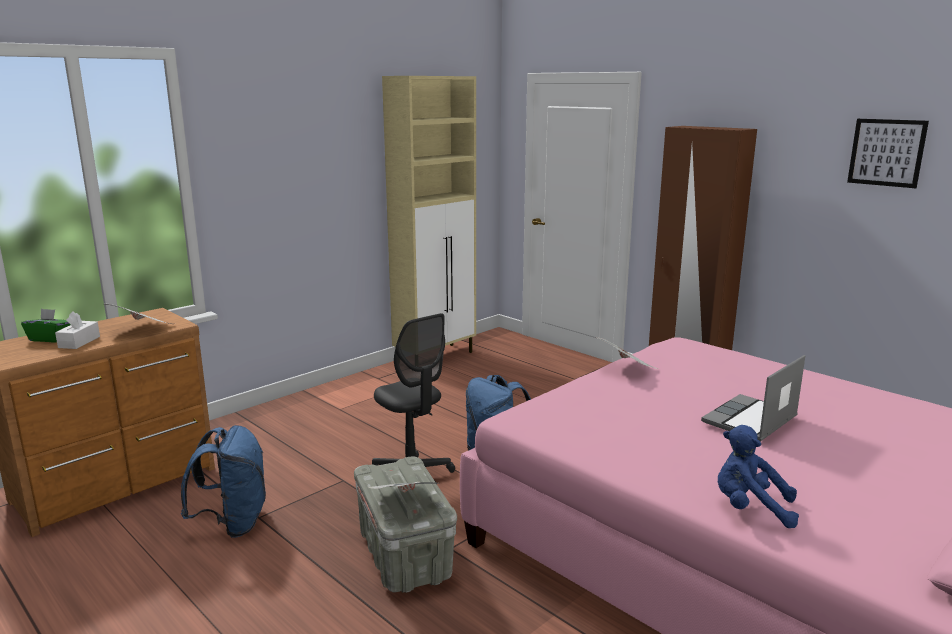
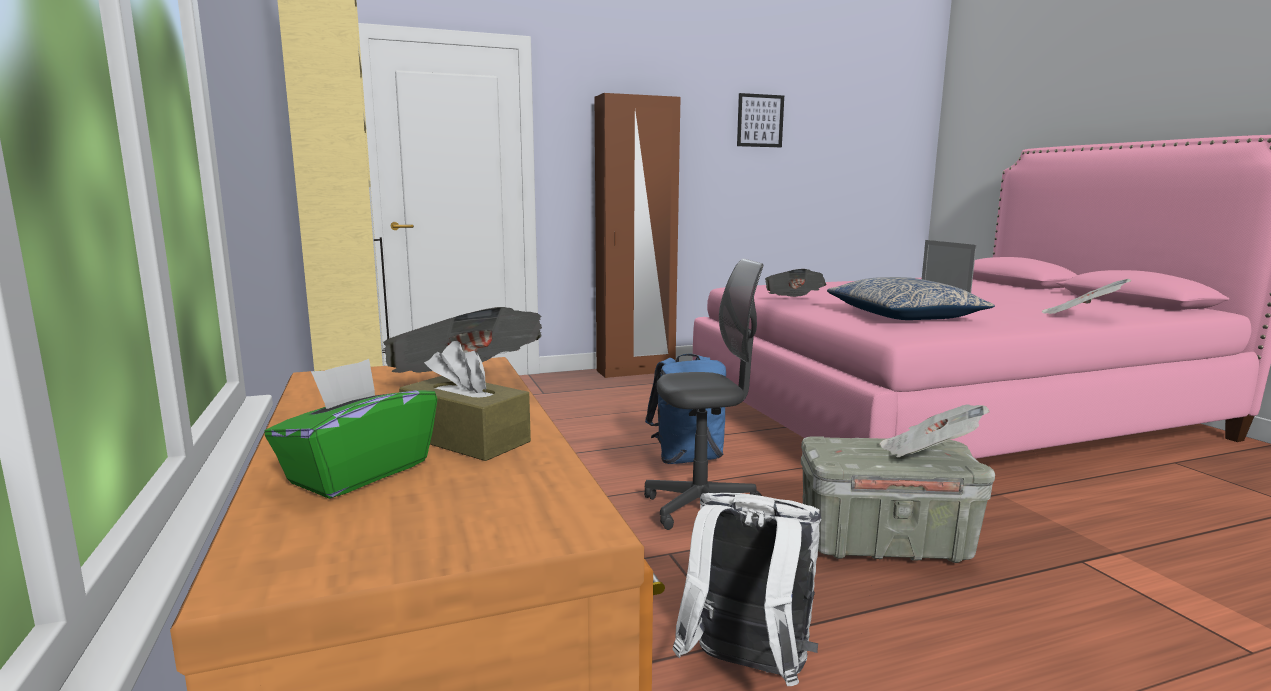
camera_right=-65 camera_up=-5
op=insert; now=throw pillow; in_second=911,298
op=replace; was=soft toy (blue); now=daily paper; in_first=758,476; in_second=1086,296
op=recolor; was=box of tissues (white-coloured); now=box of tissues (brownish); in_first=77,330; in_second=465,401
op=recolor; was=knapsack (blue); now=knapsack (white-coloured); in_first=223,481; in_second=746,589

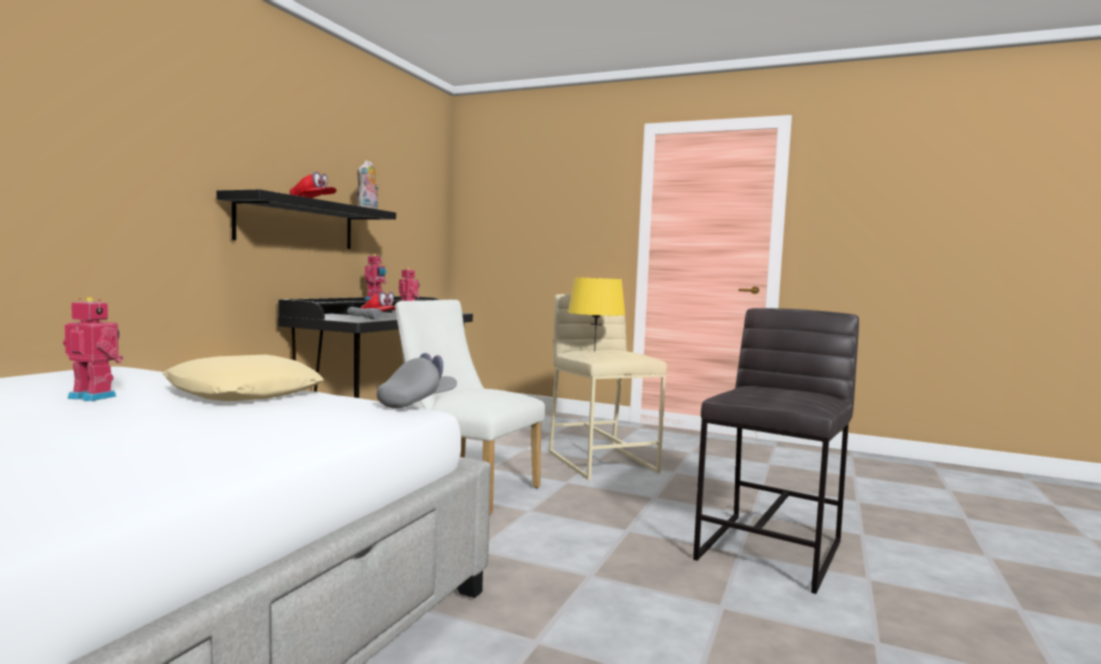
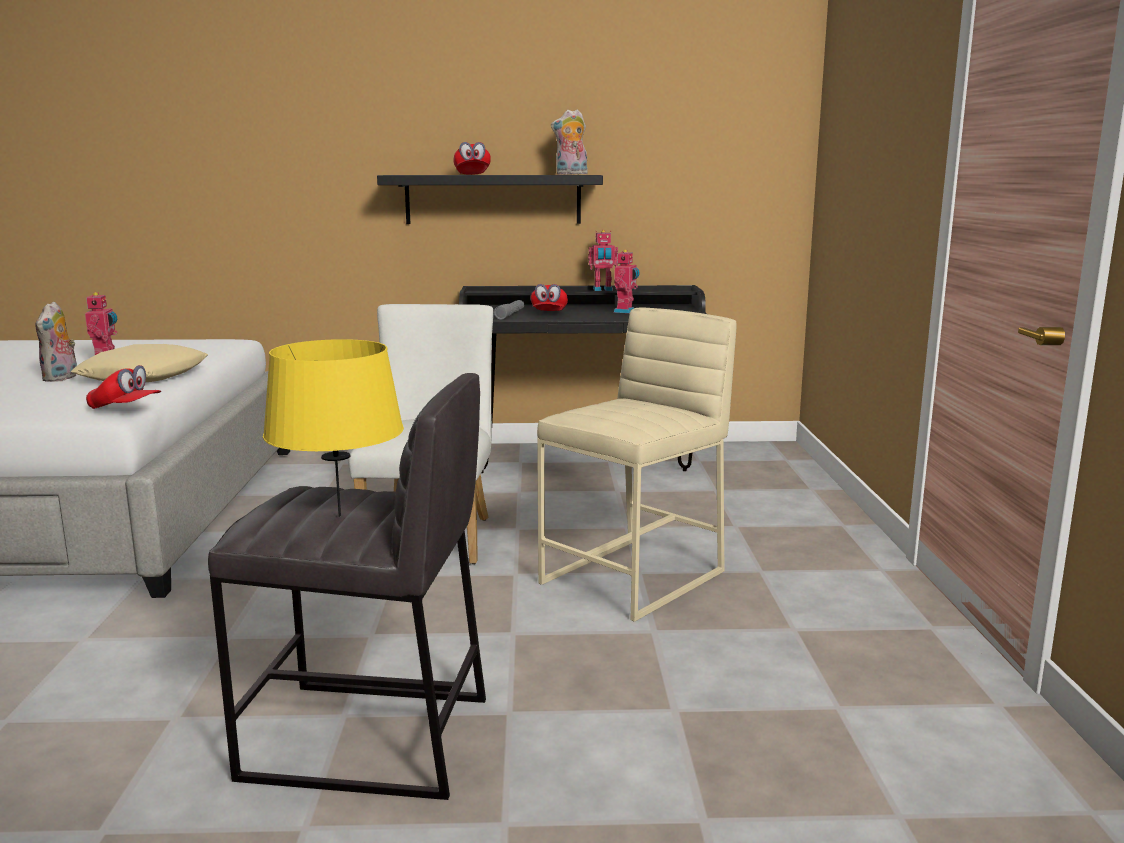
camera_right=65 camera_up=10
op=insert; now=soft toy; in_second=56,341
op=move; was=lamp for a table (yellow-coloured); in_first=597,314; in_second=333,428
op=recolor; was=baseball cap (greyish); now=baseball cap (red); in_first=417,380; in_second=123,387

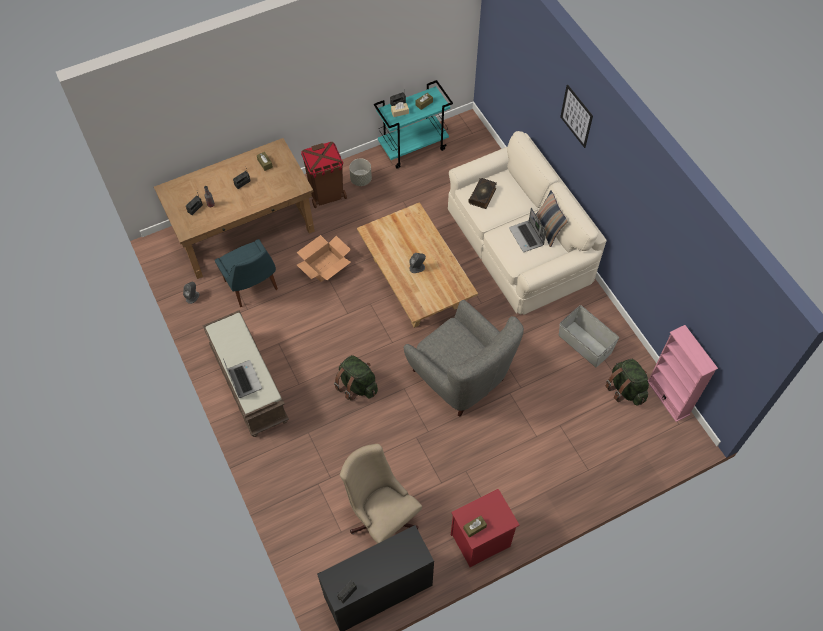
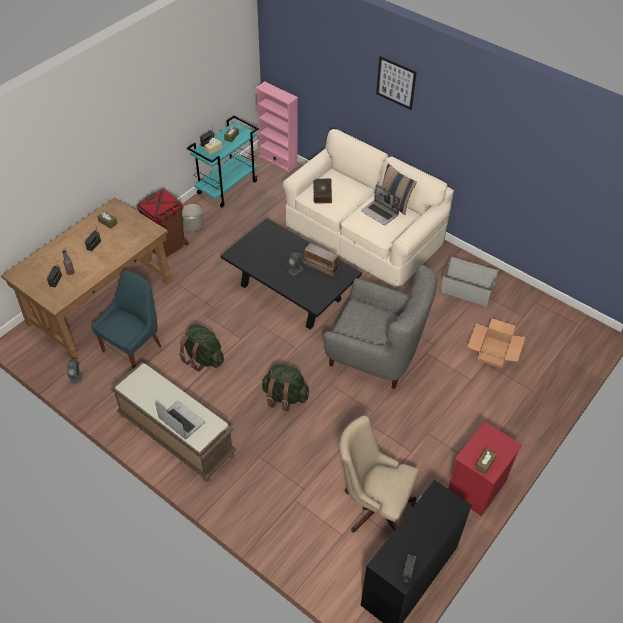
camera_right=-25 camera_up=-10
op=insert; now=radio; in_second=320,259
op=move; was=cardboard box; in_first=324,258; in_second=496,343
op=move; was=knapsack (green-coloured); in_first=627,382; in_second=201,347
op=move; was=bookshelf (pinkish); in_first=683,373; in_second=276,127
op=recolor; was=coffee table (beige-coloured); now=coffee table (black); in_first=417,265; in_second=291,273
op=rotate; was=chair (blue); in_first=246,273; in_second=126,319; clockwise=-90

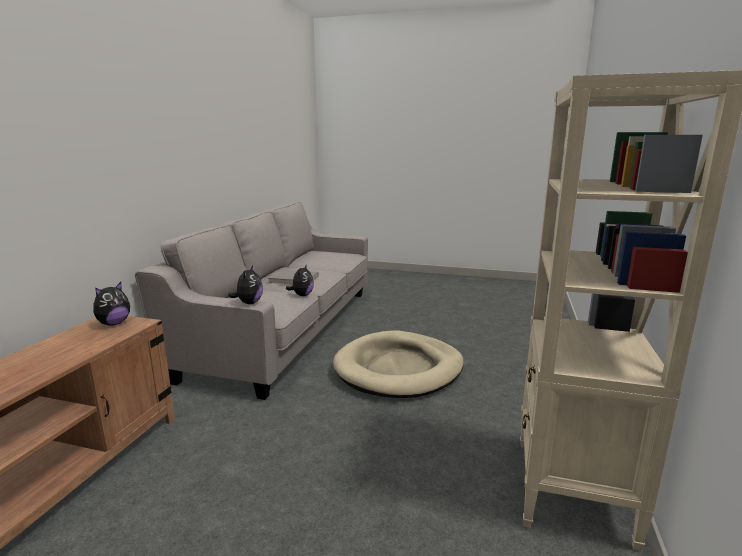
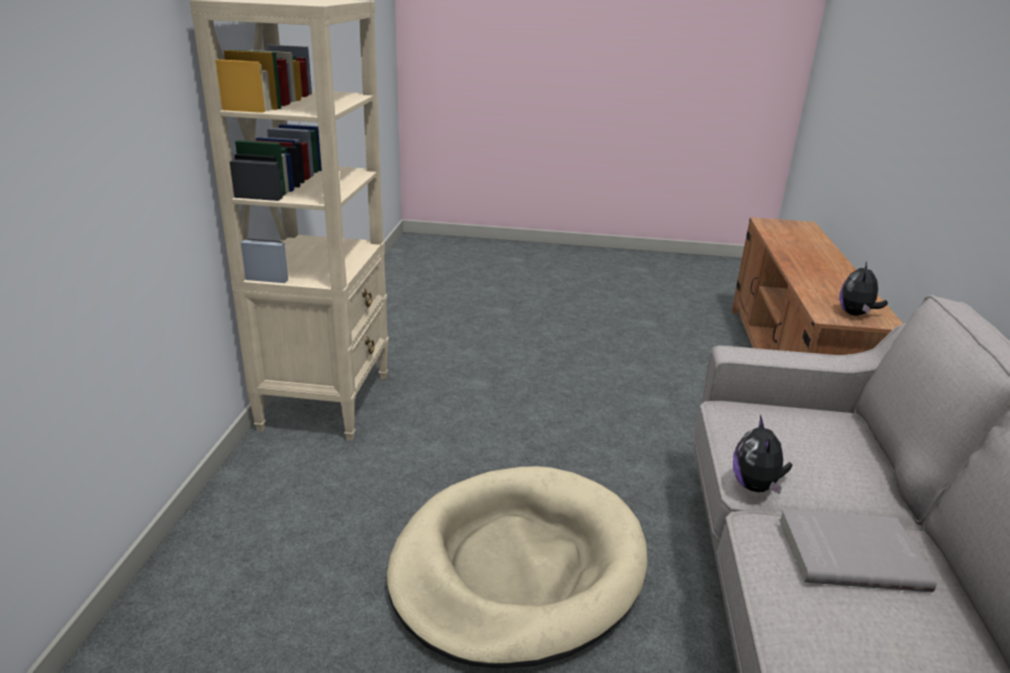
camera_right=170 camera_up=10
op=delete; was=soft toy; in_first=245,284

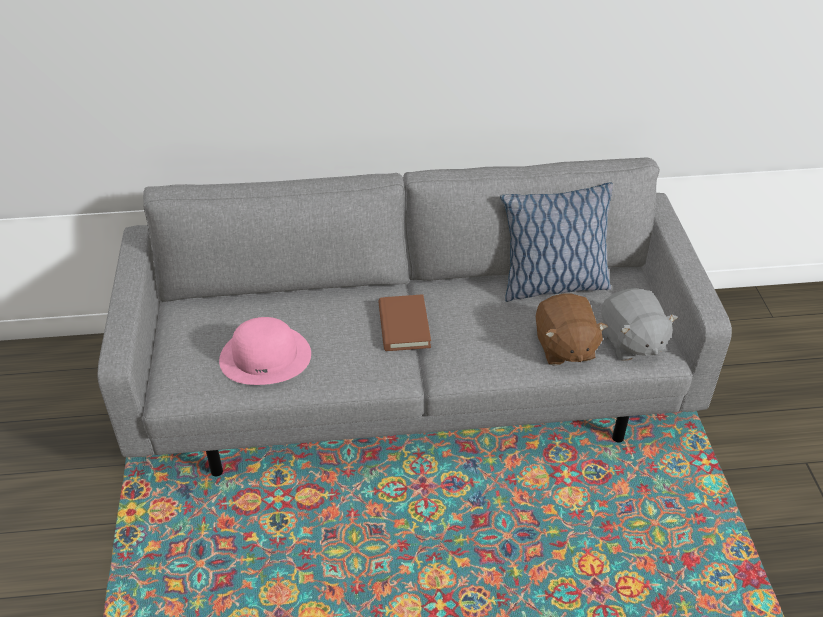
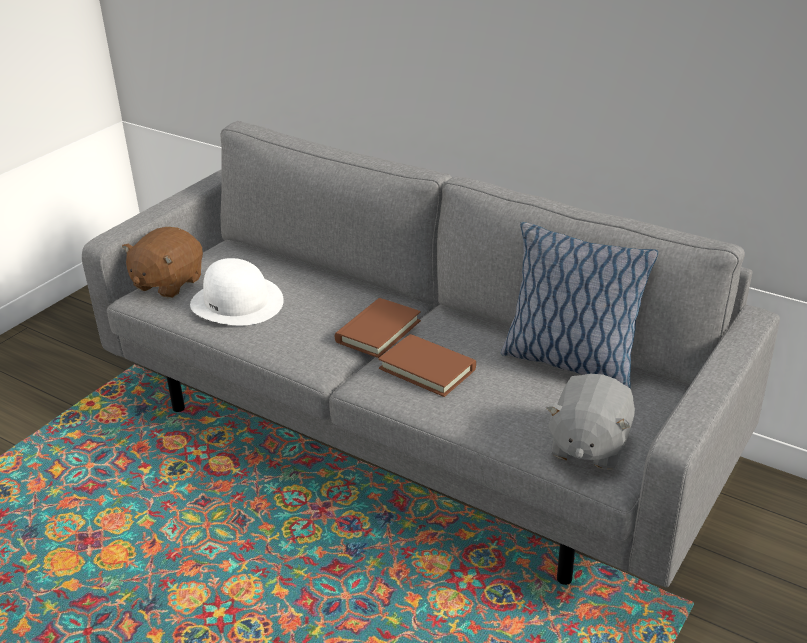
camera_right=40 camera_up=-10
op=insert; now=book (brownish); in_second=427,365
op=move; was=soft toy (brownish); in_first=572,329; in_second=162,262
op=recolor; was=clothing hat (pinkish); now=clothing hat (white-coloured); in_first=265,351; in_second=237,291

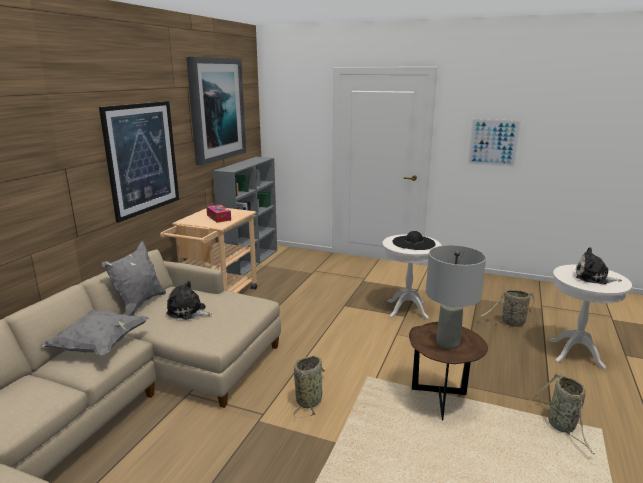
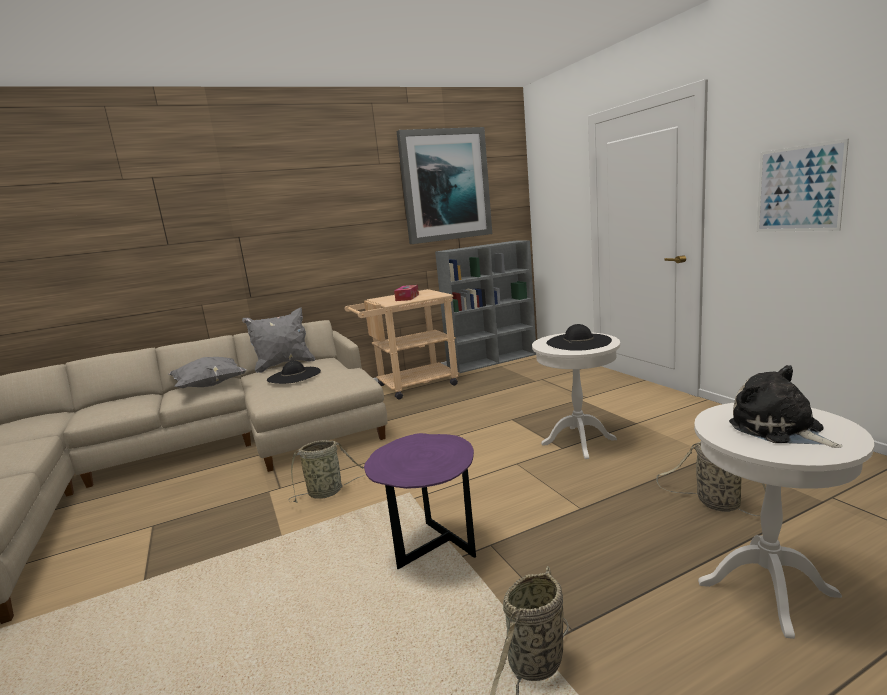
camera_right=45 camera_up=-5
op=delete; was=wall picture; in_first=139,162
op=delete; was=lamp for a table (greyish); in_first=456,297
op=replace; was=soft toy; now=clothing hat (black); in_first=189,300; in_second=294,372
op=recolor; was=accent table (brownish); now=accent table (purple); in_first=448,371; in_second=420,501

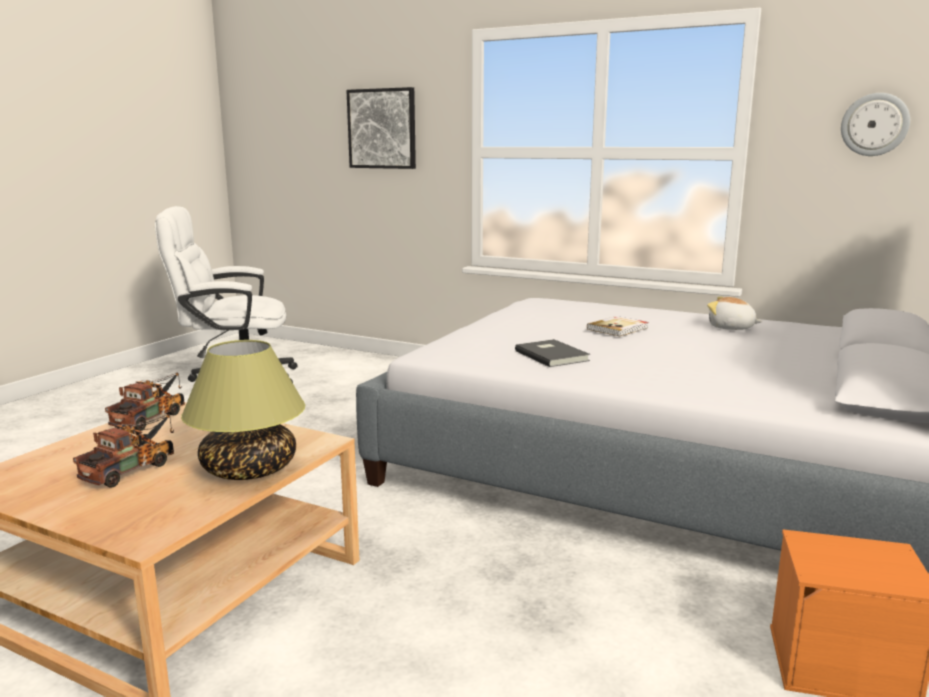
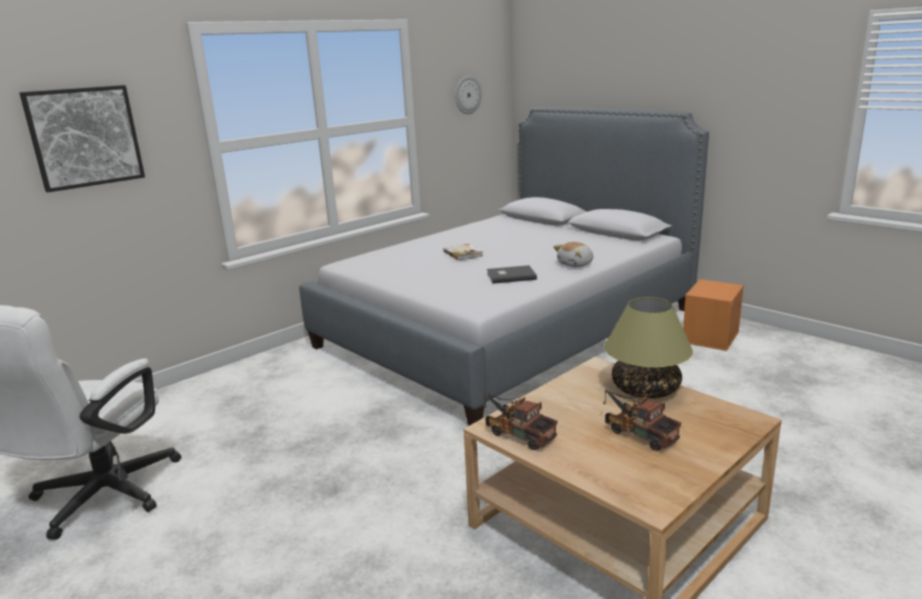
camera_right=-70 camera_up=5
op=move; was=soft toy; in_first=734,313; in_second=573,254

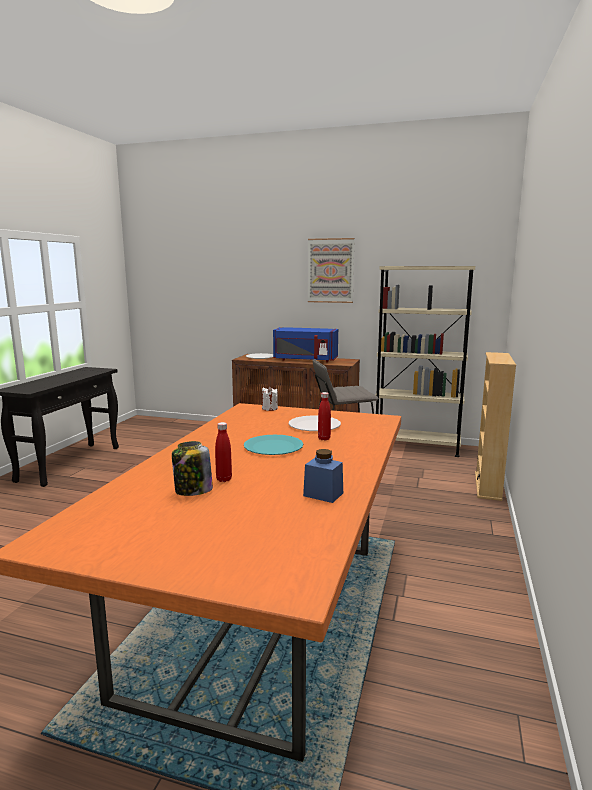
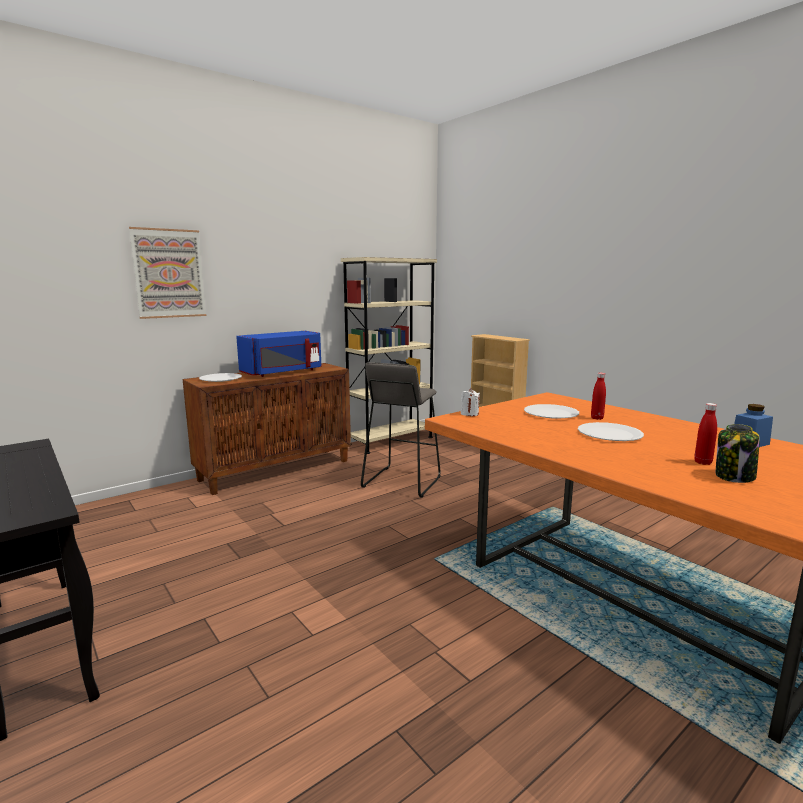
camera_right=-55 camera_up=0
op=move; was=wall picture; in_first=331,270; in_second=168,273
op=recolor; was=plate (blue-green); now=plate (white-coloured); in_first=273,445; in_second=611,431

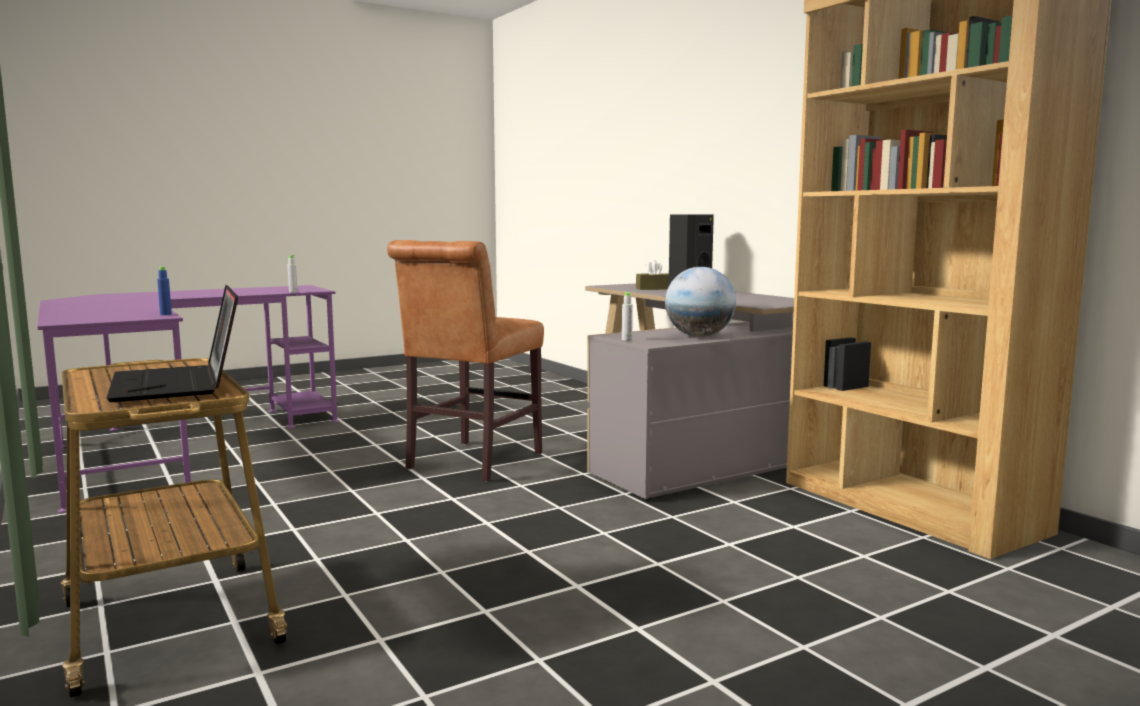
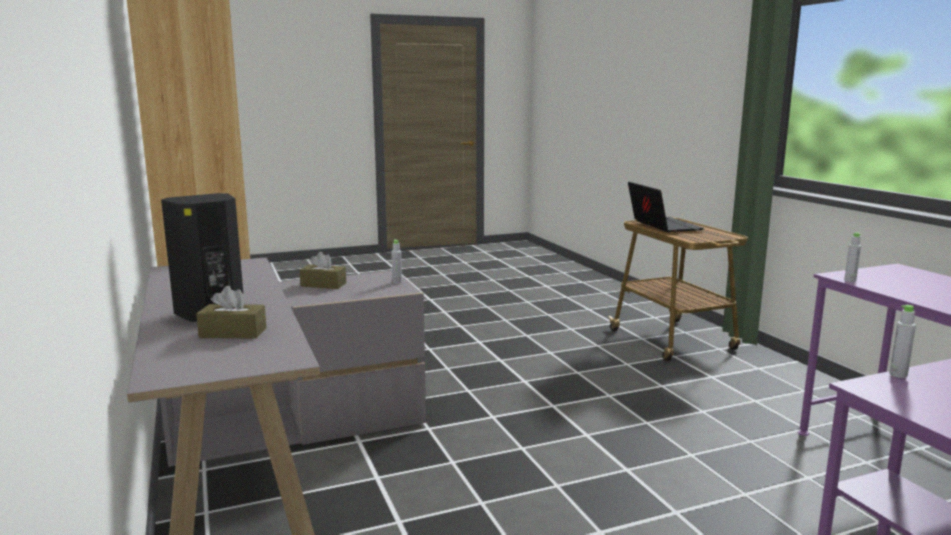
camera_right=-170 camera_up=5
op=delete; was=chair (brownish); in_first=465,361
op=replace; was=world globe; now=box of tissues (brownish); in_first=700,302; in_second=323,270
op=recolor; was=drink bottle (blue); now=drink bottle (greyish); in_first=164,291; in_second=852,257

